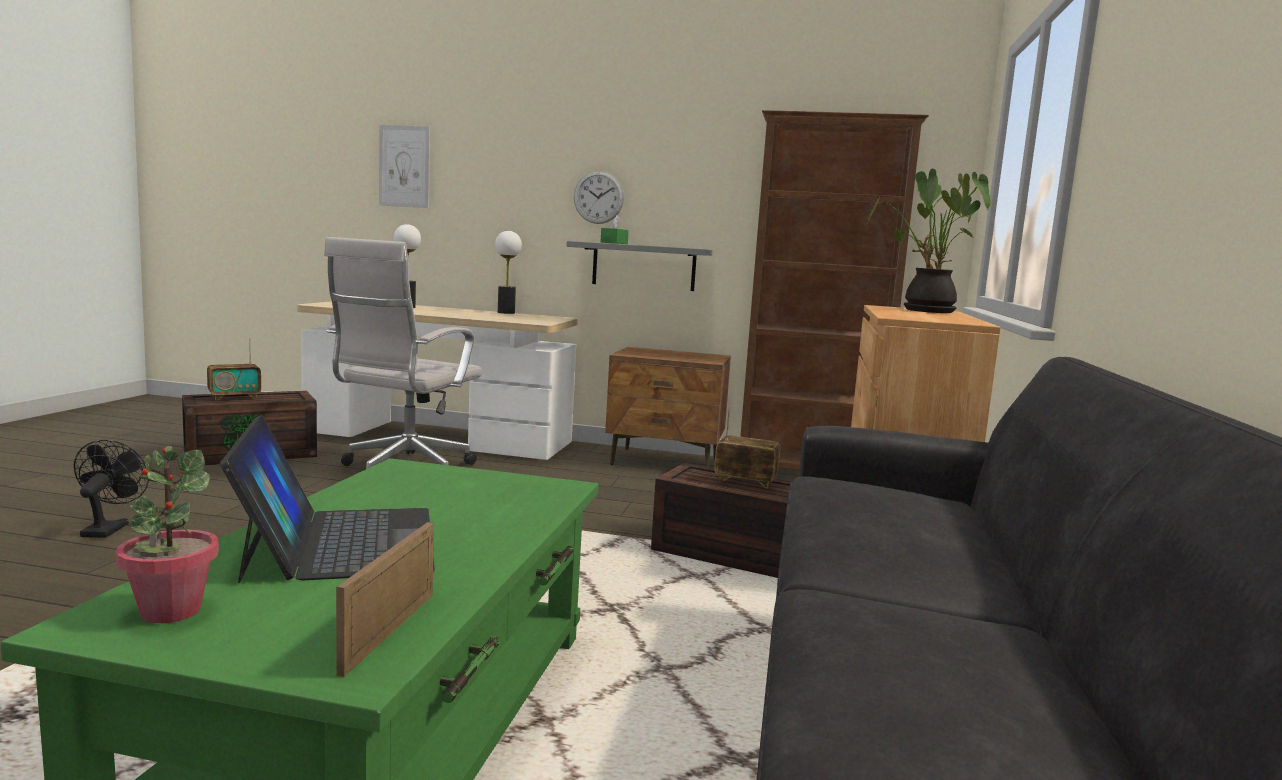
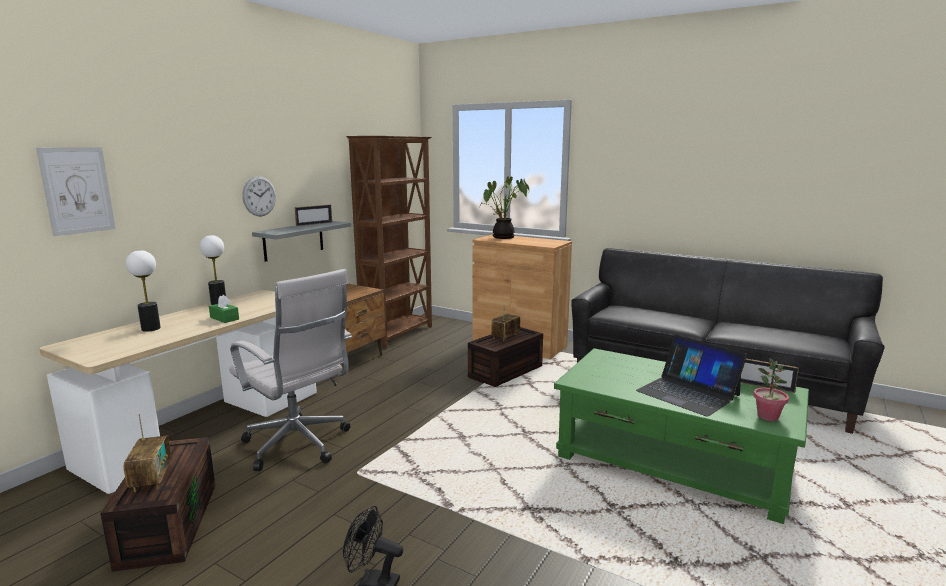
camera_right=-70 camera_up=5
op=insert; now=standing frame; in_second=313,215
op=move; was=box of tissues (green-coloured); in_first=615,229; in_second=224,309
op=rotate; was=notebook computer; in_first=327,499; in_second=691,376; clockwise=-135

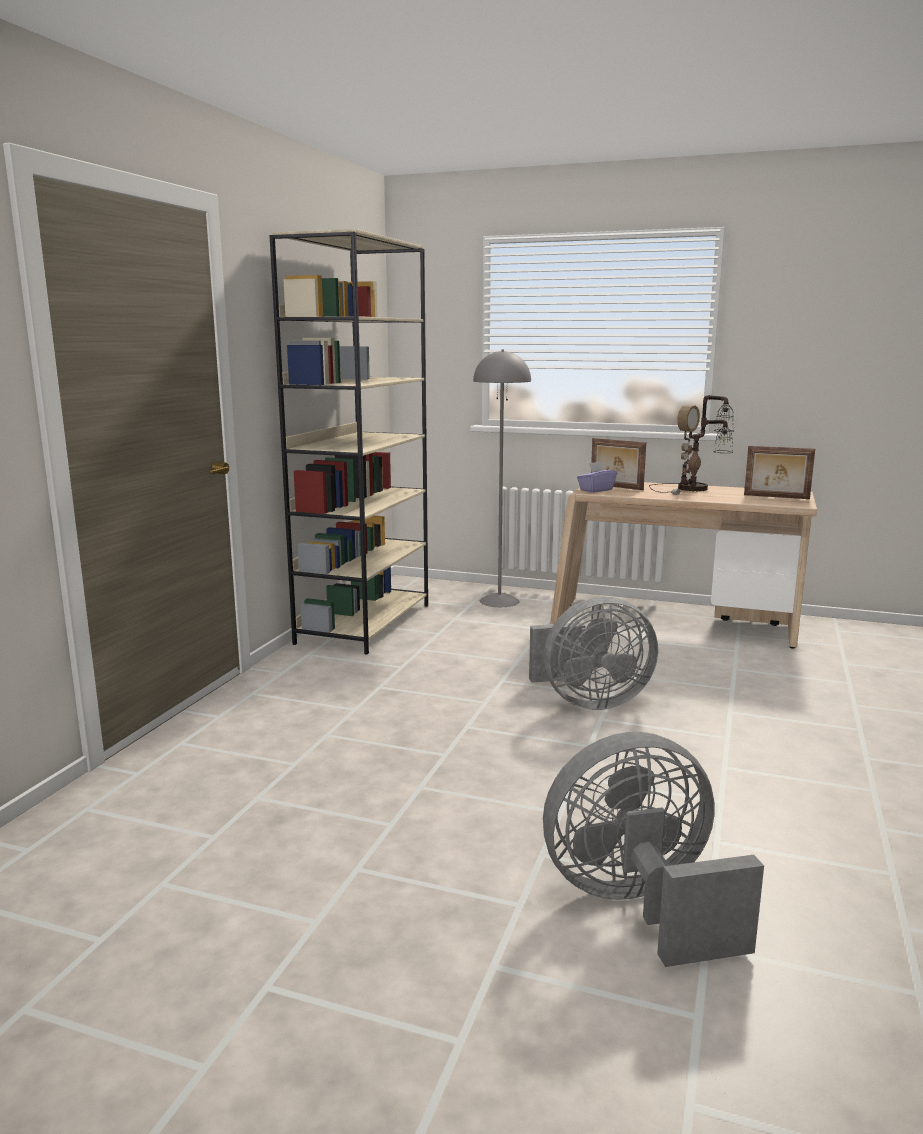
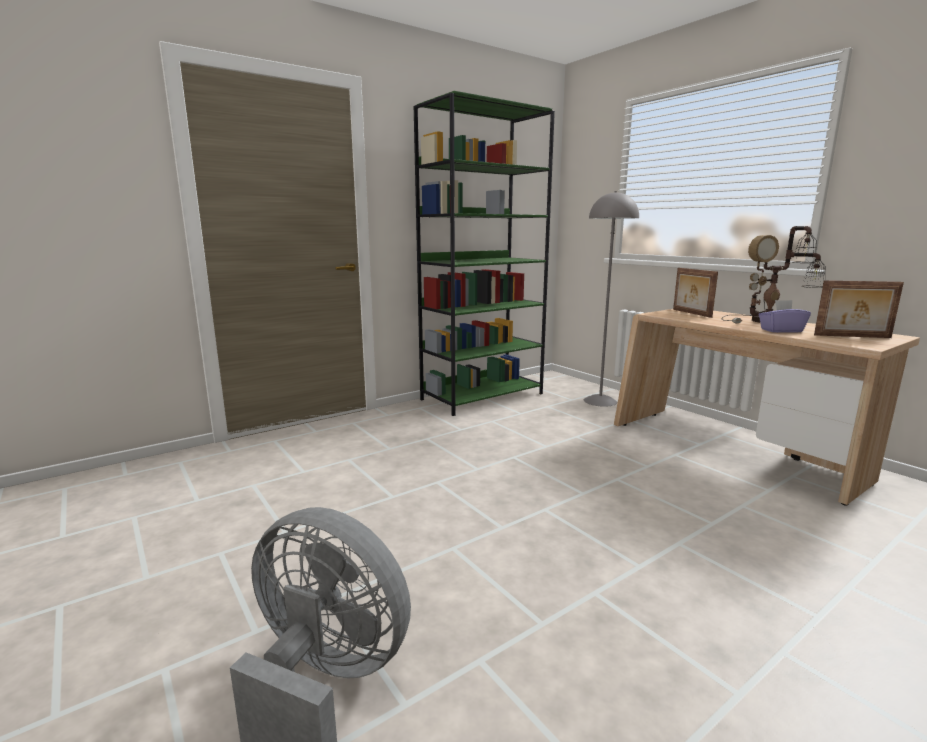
camera_right=35 camera_up=0
op=delete; was=cooling fan (greyish); in_first=593,653
op=move; was=box of tissues (purple); in_first=597,477; in_second=785,316
op=recolor; was=bookshelf (beige-coloured); now=bookshelf (green-coloured); in_first=348,442; in_second=484,253
op=rotate; was=standing frame; in_first=779,472; in_second=859,309; clockwise=-45

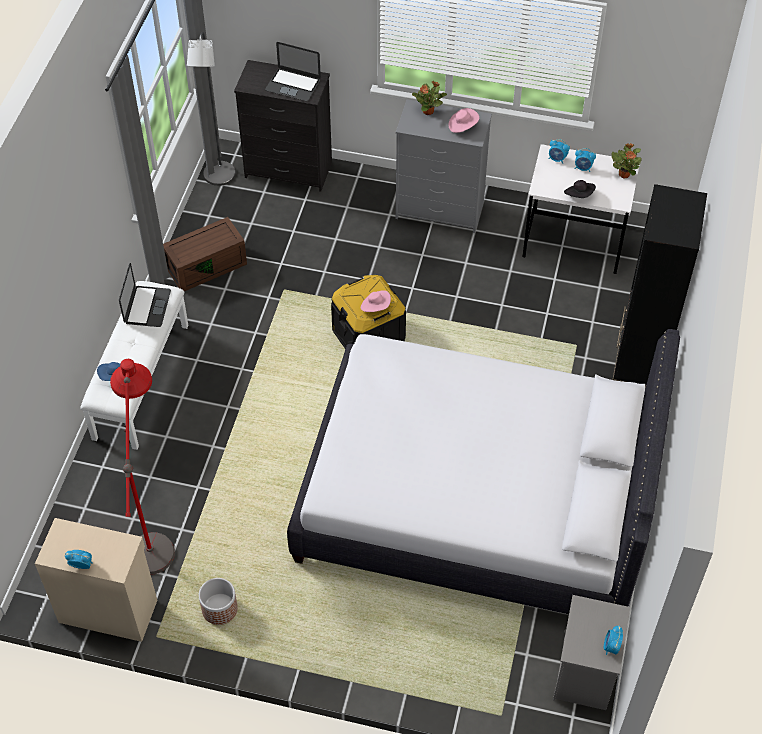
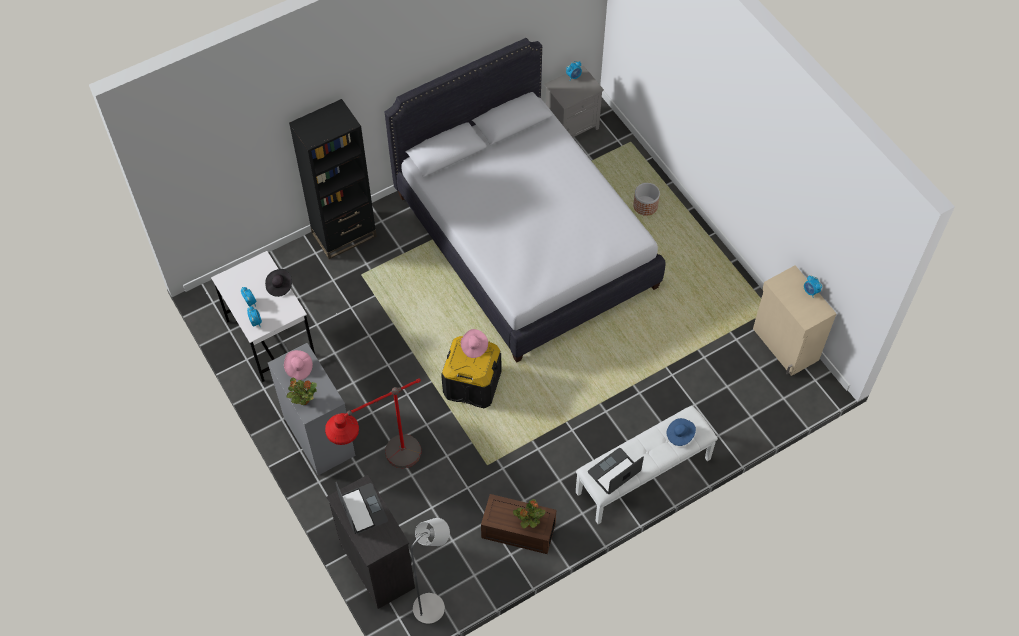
camera_right=-135 camera_up=5
op=move; was=floor lamp (red); in_first=142,467; in_second=373,423
op=move; was=planter; in_first=218,601; in_second=646,199
op=move; was=plant in a pot; in_first=627,160; in_second=529,514

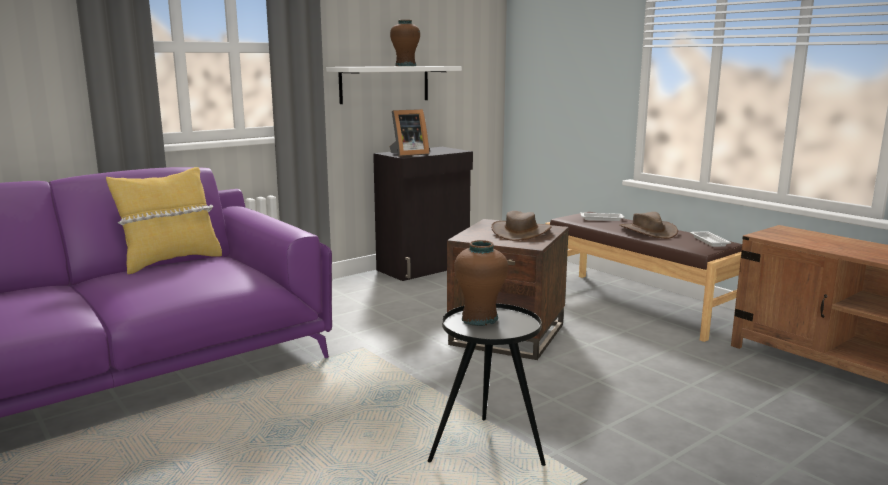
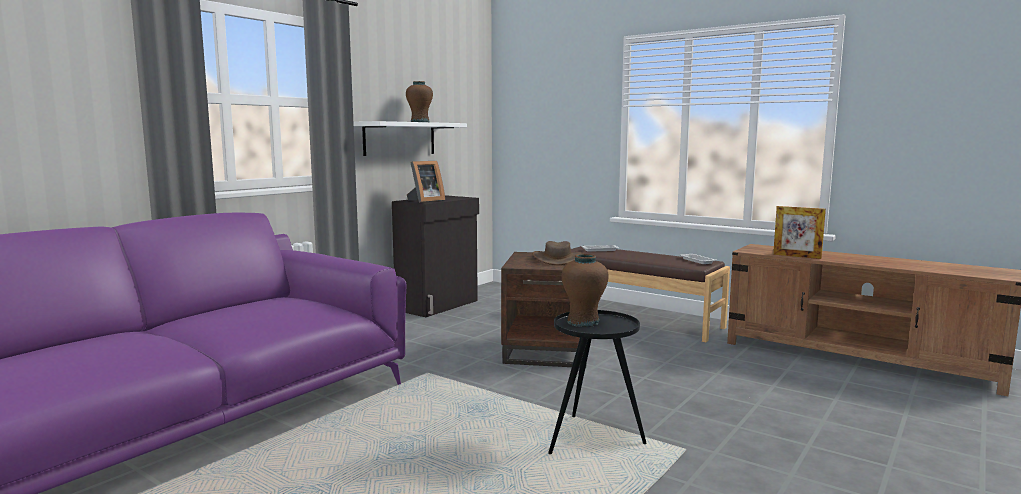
camera_right=-15 camera_up=-5
op=delete; was=throw pillow (yellow-coloured); in_first=164,220
op=delete; was=clothing hat (brownish); in_first=648,225
op=insert; now=standing frame; in_second=799,232

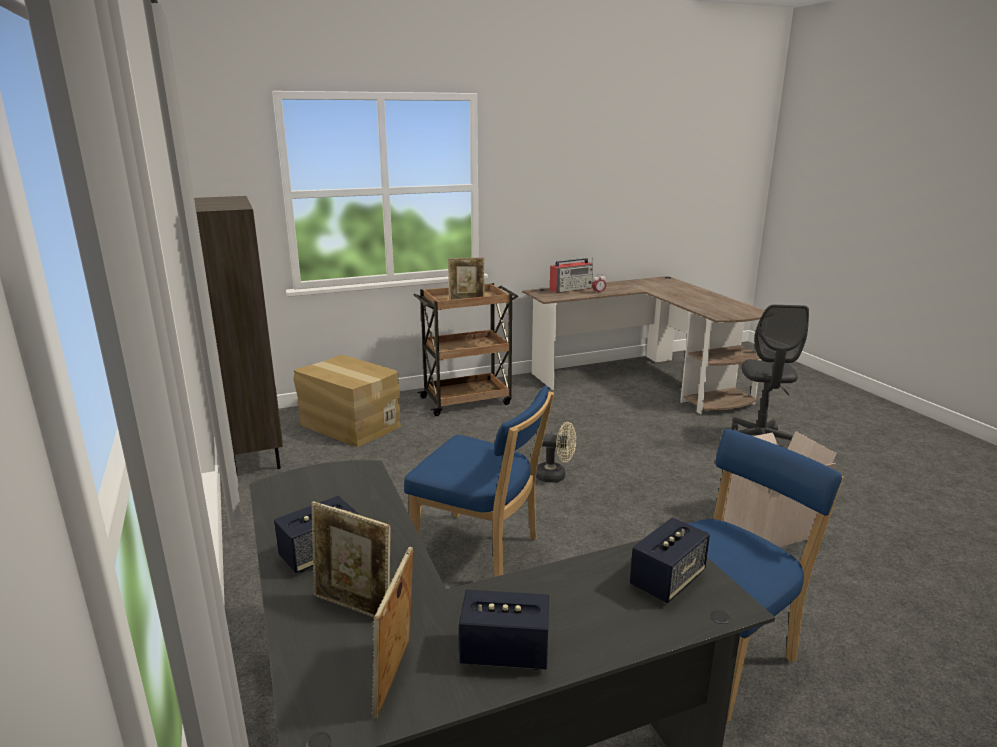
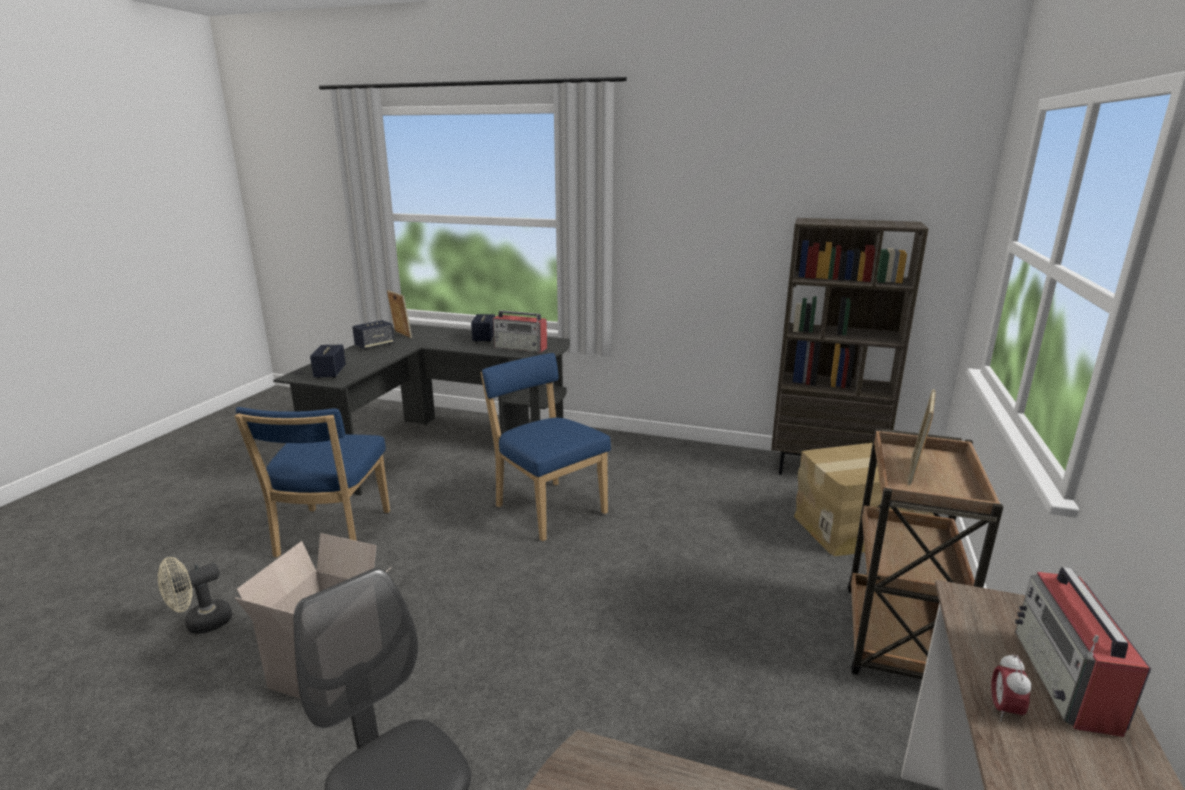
camera_right=130 camera_up=0
op=delete; was=standing frame; in_first=351,559
op=insert; now=radio; in_second=520,331
op=move; was=cooling fan (beige-coloured); in_first=556,452; in_second=195,595
op=rotate; was=chair (blue); in_first=479,481; in_second=545,447; clockwise=75

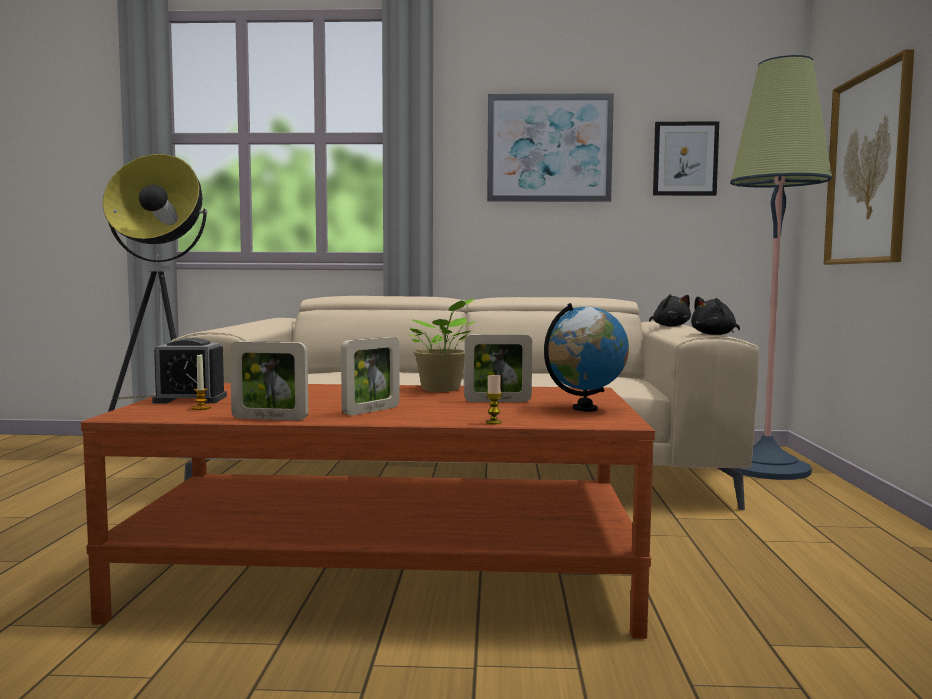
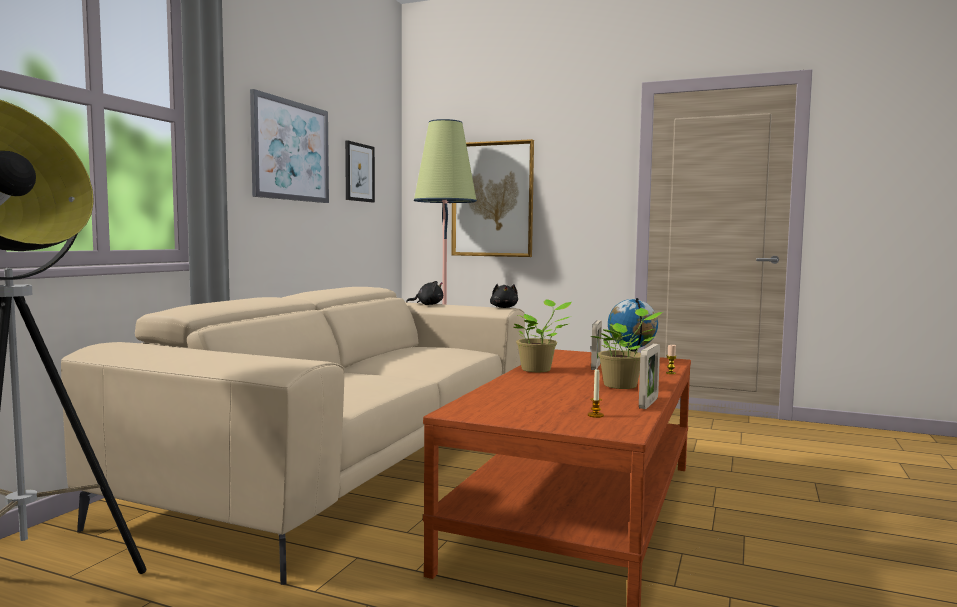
camera_right=-70 camera_up=0
op=delete; was=bedside clock; in_first=189,370
op=replace; was=standing frame; now=plant in a pot; in_first=370,376; in_second=626,348

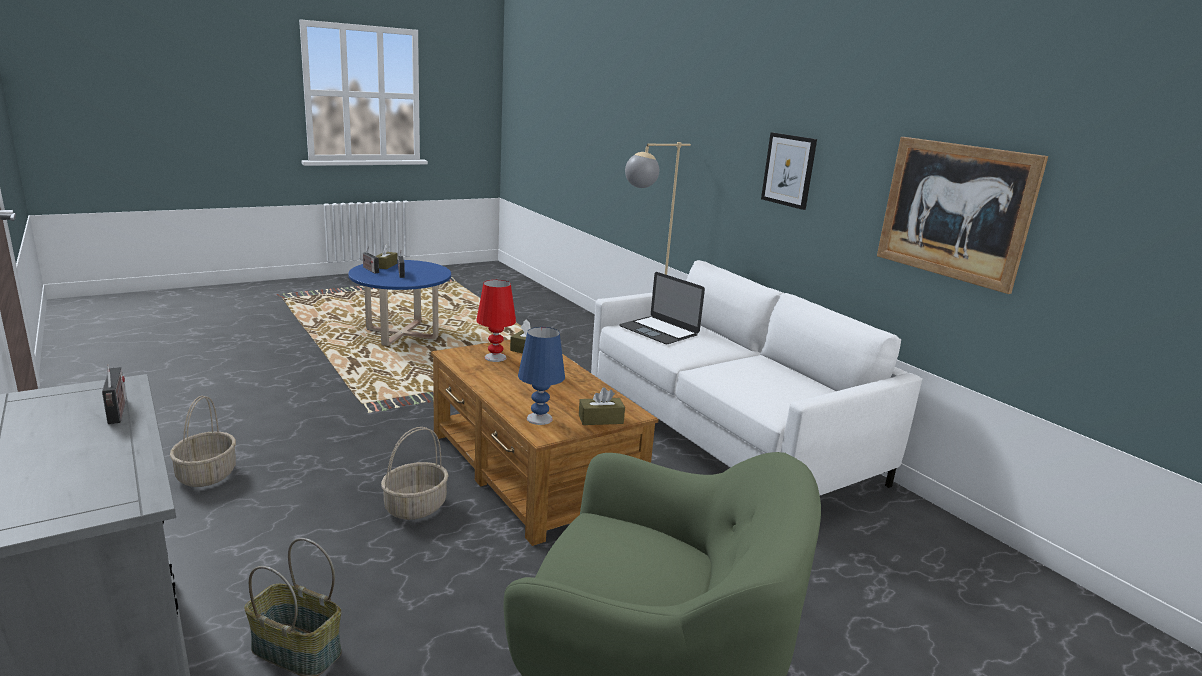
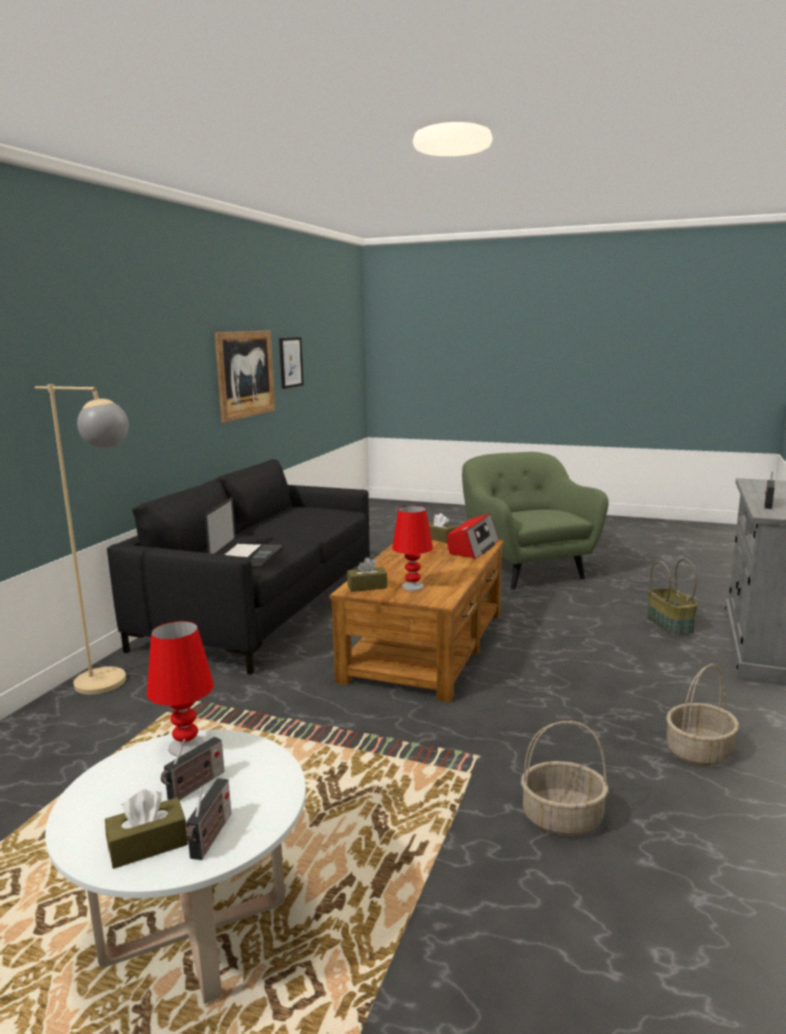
camera_right=-125 camera_up=-5
op=insert; now=lamp for a table (red); in_second=180,689
op=move; was=household basket; in_first=415,473; in_second=565,778
op=move; was=wall picture; in_first=789,171; in_second=291,363
op=replace; was=lamp for a table (blue); now=radio; in_first=541,376; in_second=473,536
op=recolor; was=coffee table (blue); now=coffee table (white-coloured); in_first=399,303; in_second=175,867
op=recolor; was=sofa (white-coloured); now=sofa (black); in_first=757,377; in_second=238,566

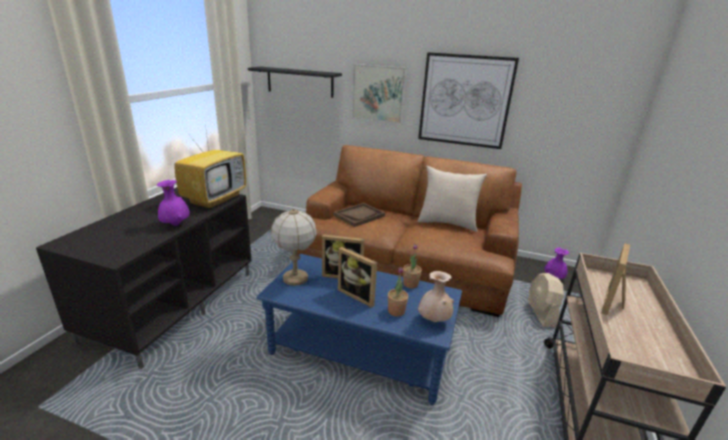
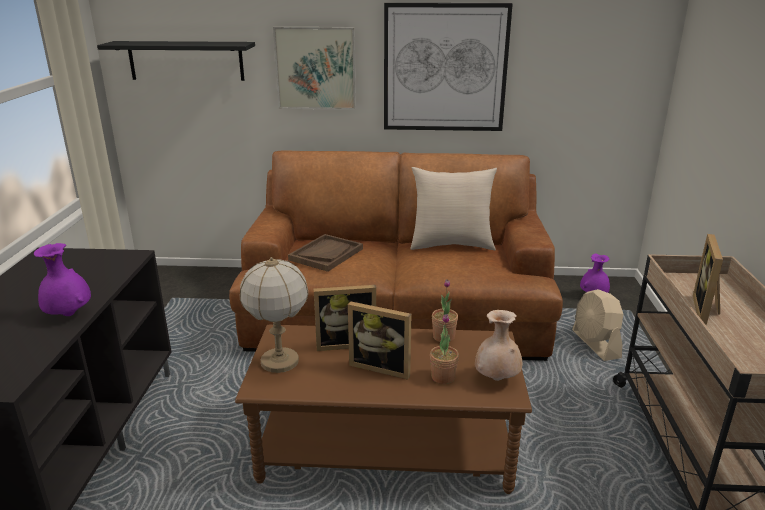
camera_right=-15 camera_up=0
op=delete; was=TV set; in_first=210,166
op=recolor; was=coffee table (blue); now=coffee table (brownish); in_first=359,329; in_second=383,409

